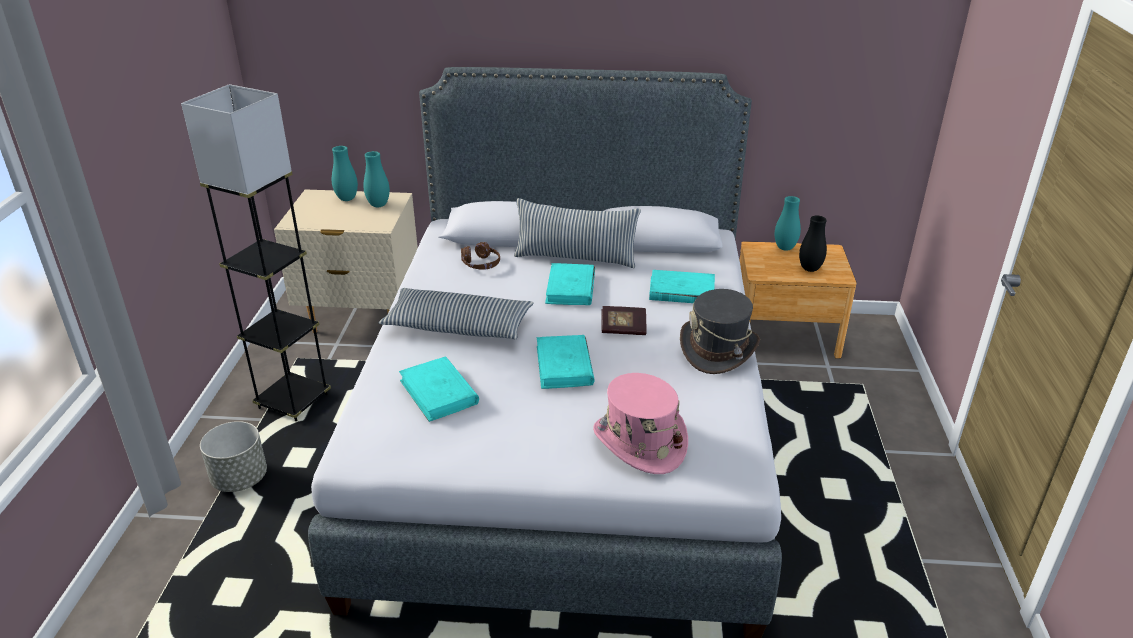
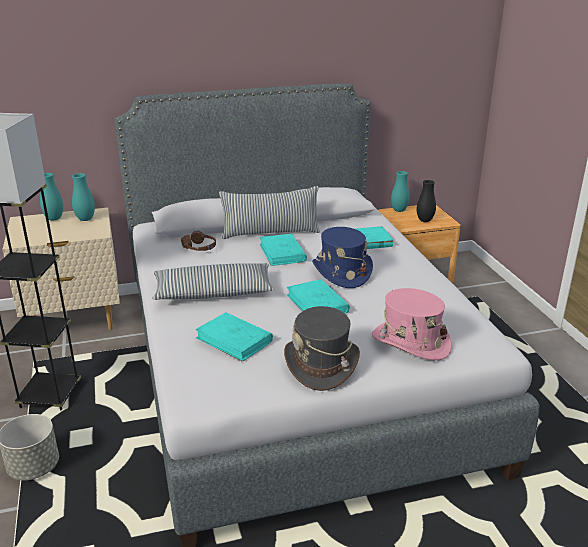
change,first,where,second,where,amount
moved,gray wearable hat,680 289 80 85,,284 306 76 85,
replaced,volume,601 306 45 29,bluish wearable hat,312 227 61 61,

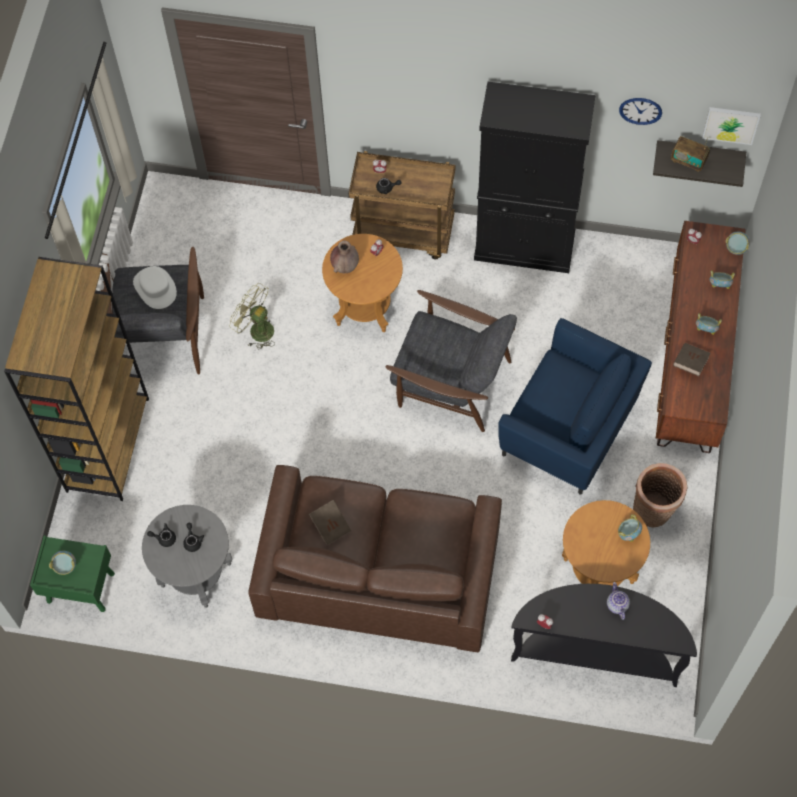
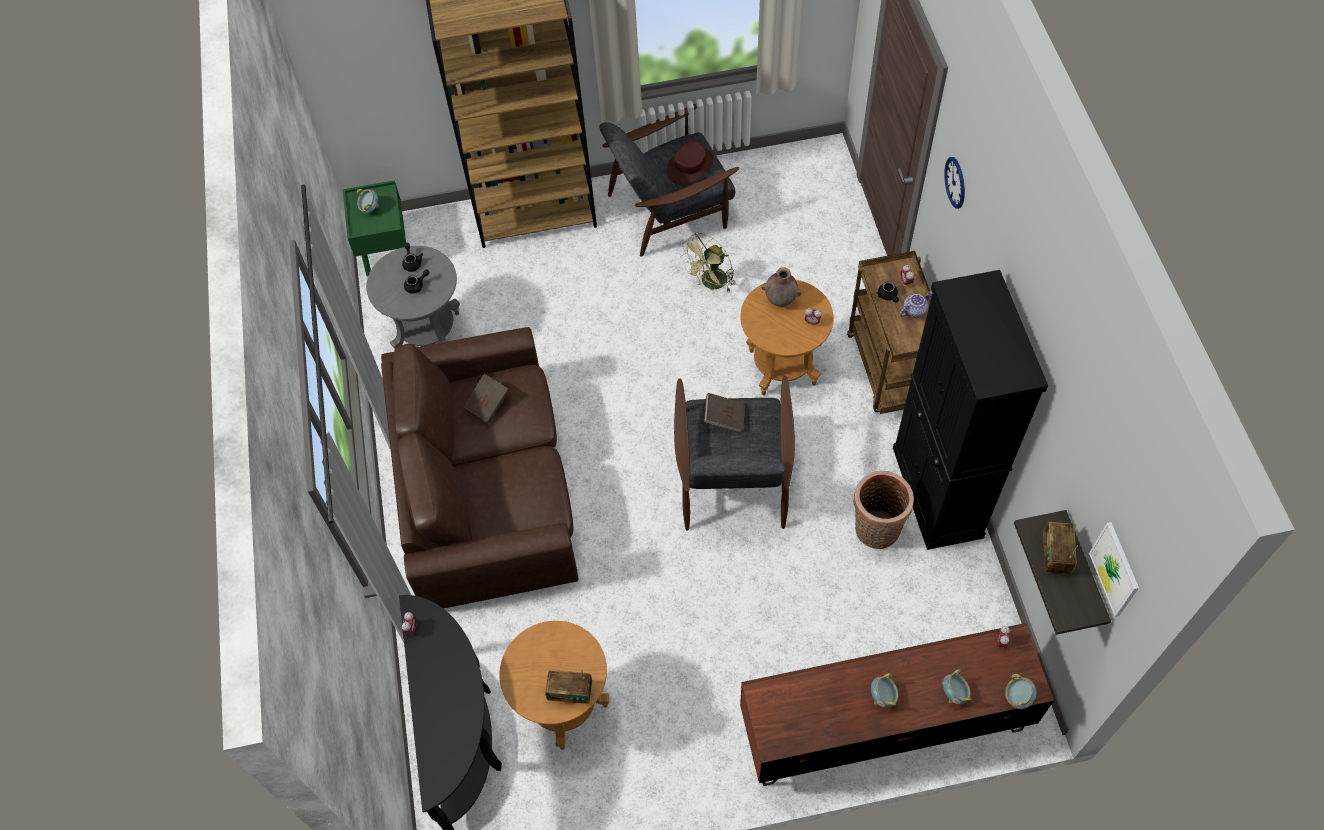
change,first,where,second,where,amount
replaced,deep dish,618 514 24 28,radio,545 669 47 35,
recoloured,white wearable hat,133 266 44 43,brownish wearable hat,667 142 47 43,
turned,green-coloured electric fan,230 283 45 66,,680 233 56 59,150 degrees counterclockwise
moved,brownish volume,673 343 37 33,,704 393 41 40,
moved,storage basket,633 463 55 64,,853 471 61 78,
moved,pot for tea,607 582 23 38,,899 291 33 27,
moved,wall clock,619 98 43 27,,944 157 21 52,
removed,bluish armchair,498 318 154 177,,,

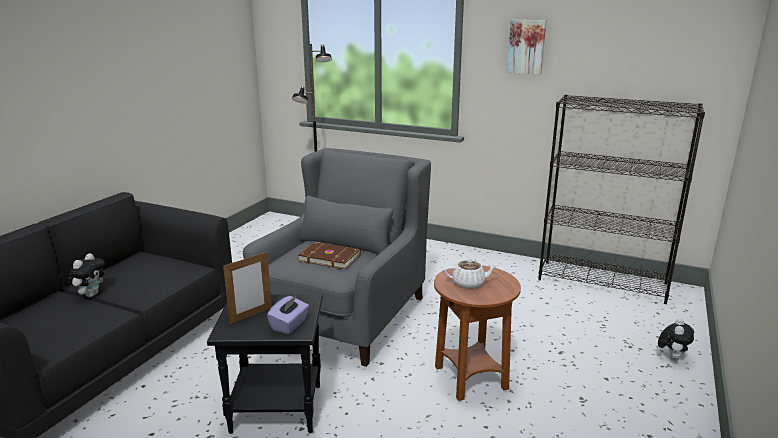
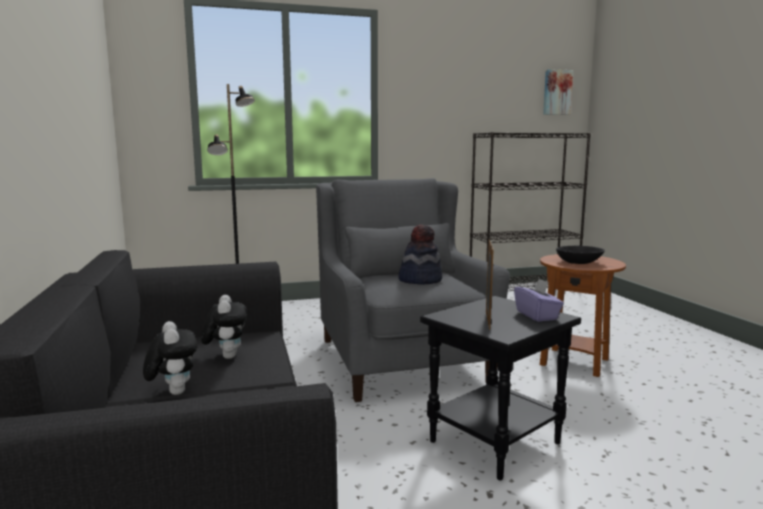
change,first,where,second,where,amount
moved,soft toy,658 318 36 43,,201 295 46 64,
replaced,brownish volume,298 242 63 27,wearable hat,398 224 44 61,
moved,picture,507 20 39 54,,543 69 30 46,
replaced,white pot for tea,444 259 54 29,blackish deep dish,556 246 49 18,

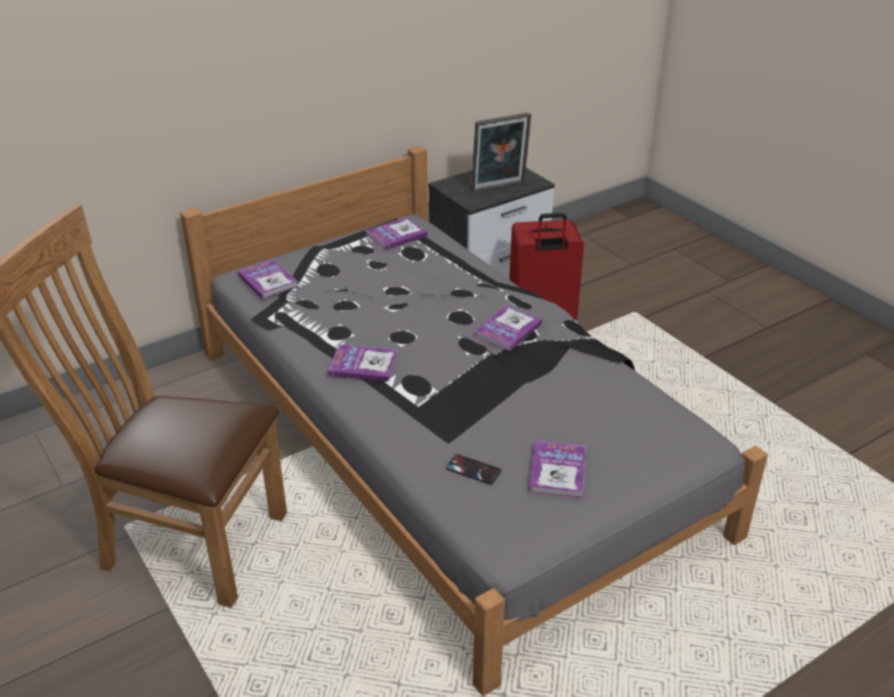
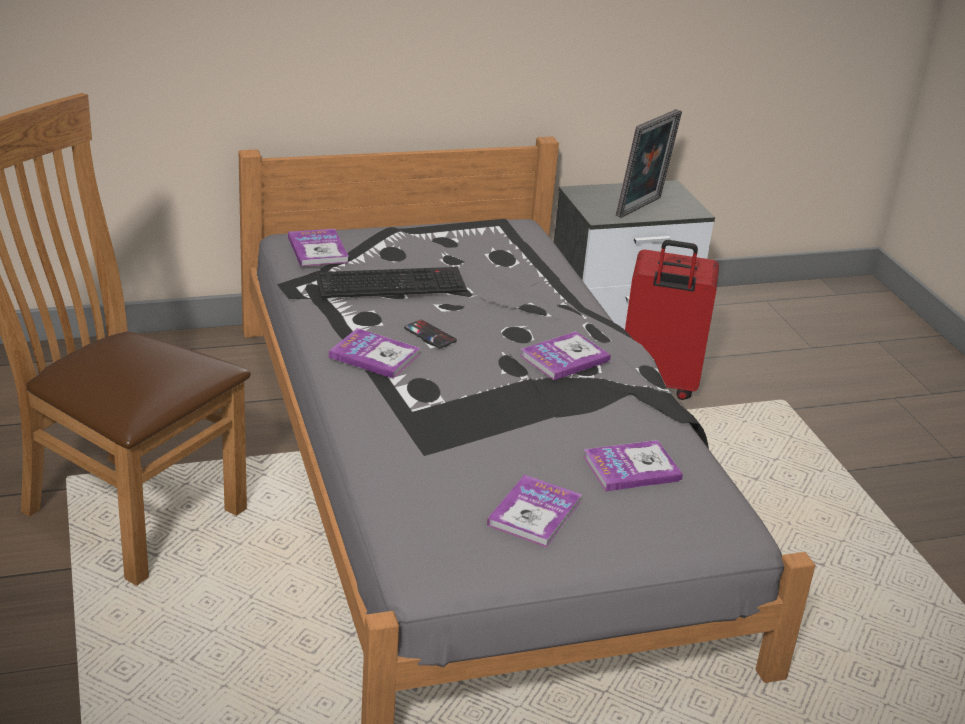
change,first,where,second,where,amount
added,,,PC keyboard,316 267 151 31,
moved,handset,446 454 55 31,,404 320 53 28,
moved,volume,366 217 61 33,,583 440 100 51,
turned,picture frame,471 112 60 81,,616 109 66 109,45 degrees counterclockwise

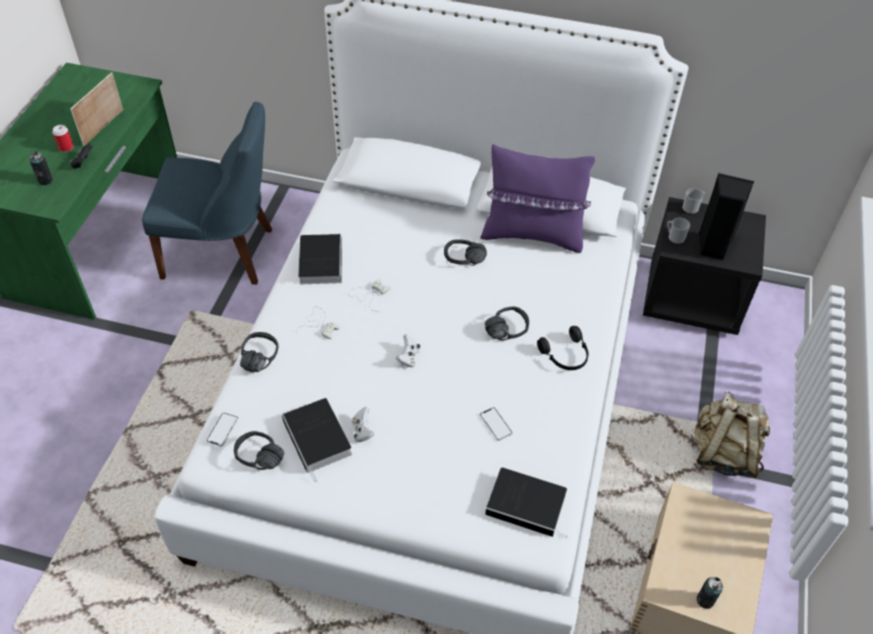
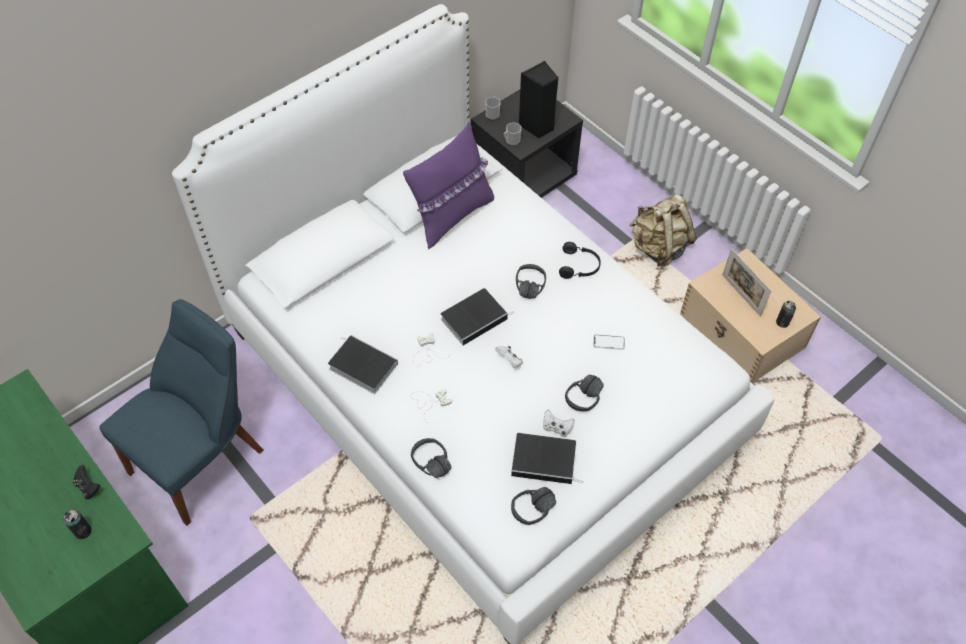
change,first,where,second,where,amount
moved,volume,485 467 83 71,,441 288 73 58,
moved,blackish headphones,444 239 43 27,,565 375 39 36,
moved,picture frame,70 72 53 74,,722 248 50 69,
removed,can,53 125 21 27,,,
removed,handset,206 413 32 34,,,

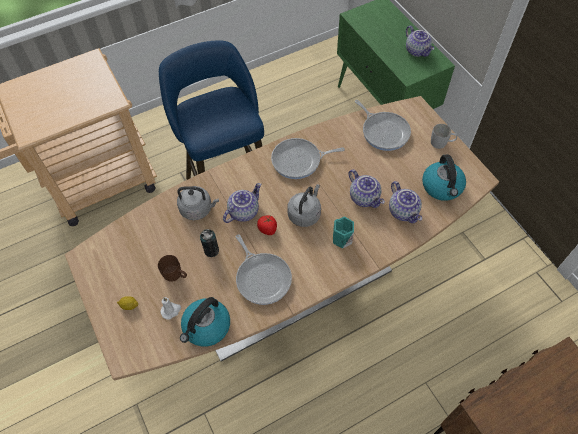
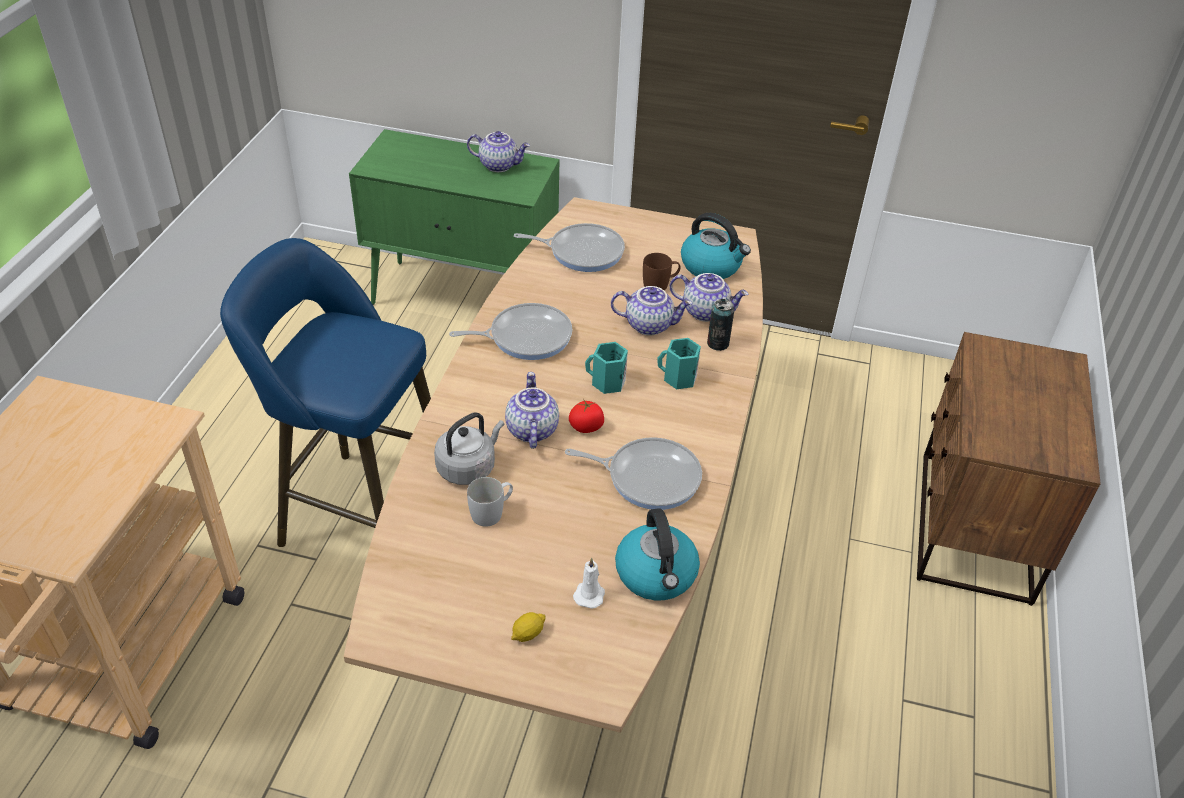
change,first,where,second,where,amount
turned,skillet,271 138 74 41,,449 303 123 57,135 degrees counterclockwise
moved,white tea mug,431 124 26 25,,467 477 46 50,
replaced,gray kettle,287 184 34 43,blue-green tea mug,585 342 43 52,
moved,brownish tea mug,158 255 29 27,,643 253 38 37,
moved,can,200 229 19 28,,707 299 27 52,

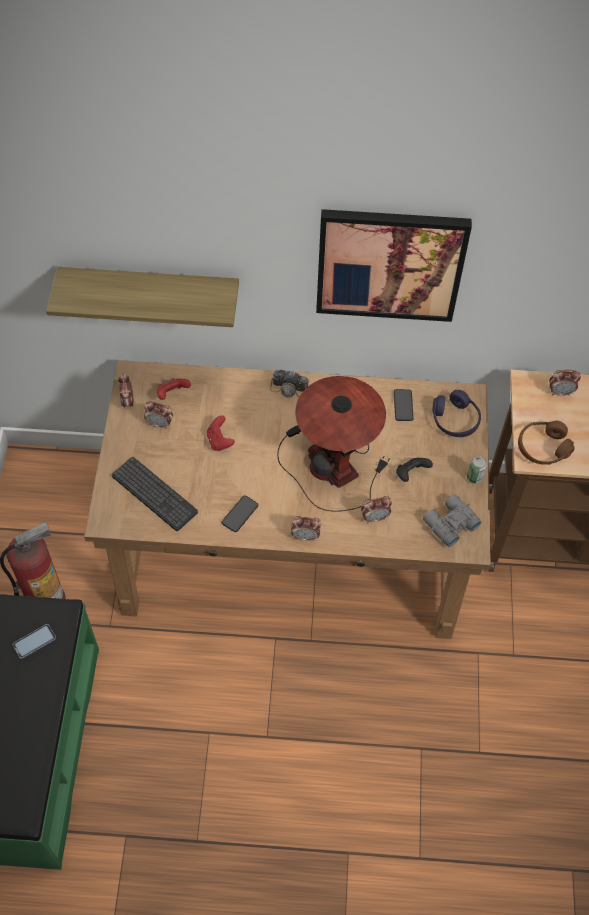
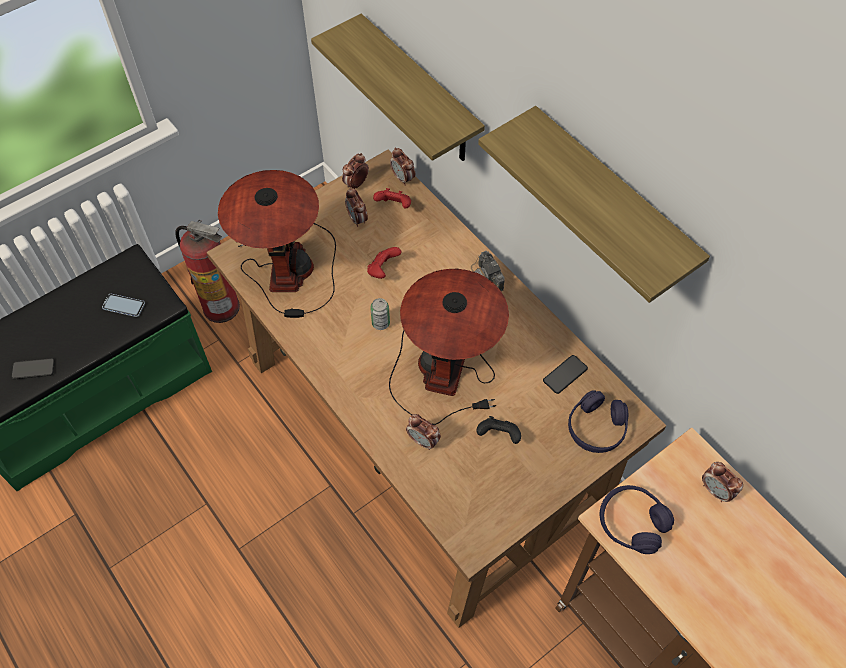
change,first,where,second,where,amount
moved,handset,221 495 37 37,,11 358 44 21,
replaced,PC keyboard,112 457 86 74,tabletop lamp,218 170 118 148,
moved,can,467 456 20 28,,370 298 20 32,
moved,bedside clock,291 516 30 25,,390 147 25 39,
replaced,picture,316 209 156 113,bracket shelf,478 106 232 197,
recoloured,brownish headphones,518 421 57 44,purple-coloured headphones,600 485 74 69,
removed,gray pair of binoculars,423 494 58 53,,,

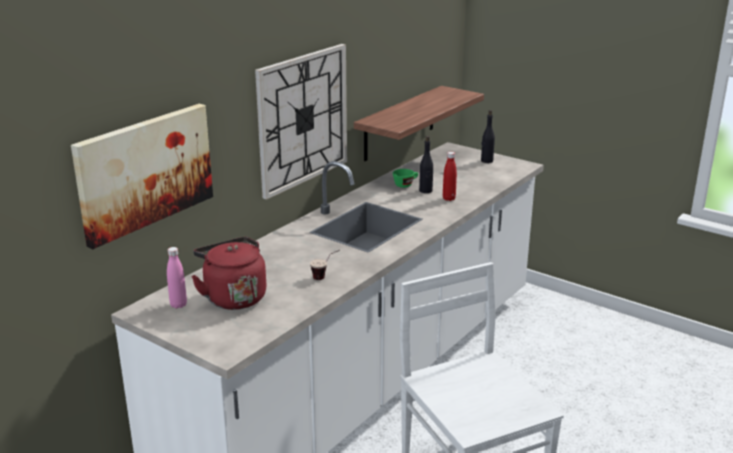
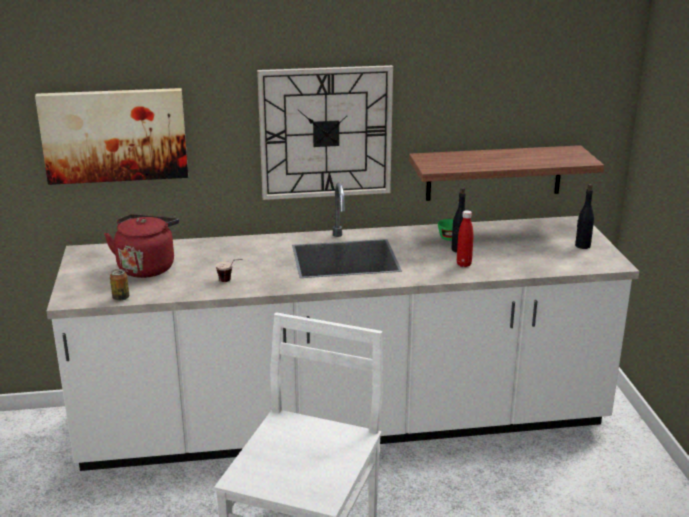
change,first,where,second,where,amount
added,,,can,110 269 19 32,
removed,pink beverage bottle,167 247 20 61,,,

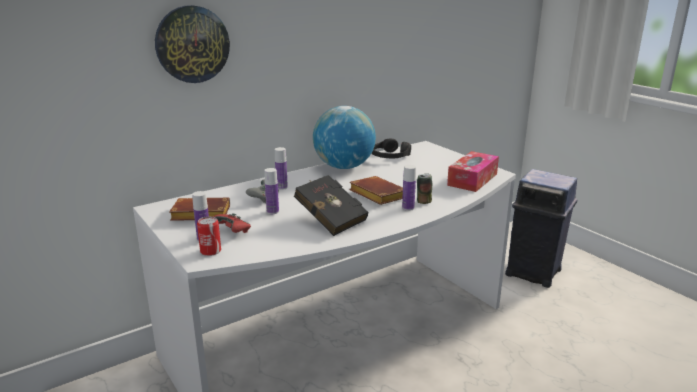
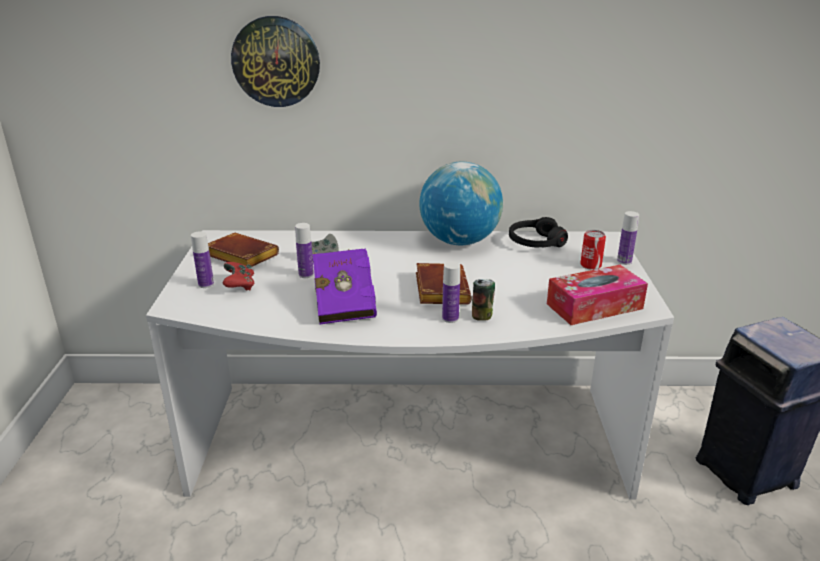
change,first,where,second,where,amount
recoloured,blackish volume,294 175 74 61,purple-coloured volume,312 248 65 76,
moved,can,197 216 24 40,,580 230 26 40,
moved,beverage bottle,275 147 13 43,,617 211 22 54,

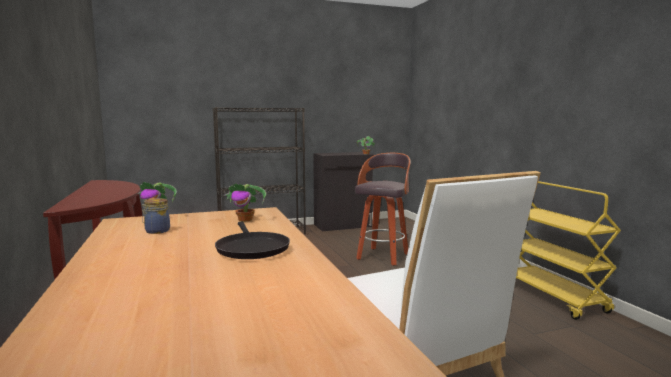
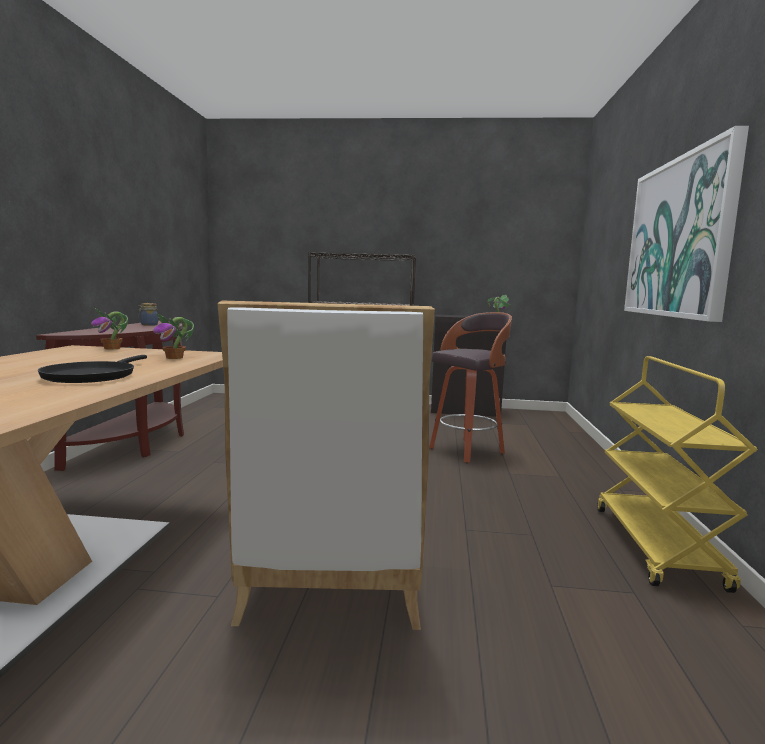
change,first,where,second,where,amount
moved,storage jar,142 198 28 36,,139 303 19 23,
added,,,picture,624 126 125 196,

